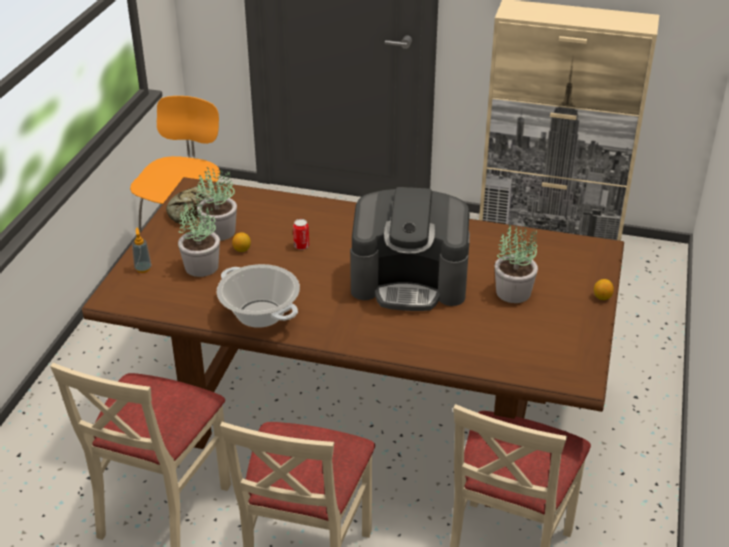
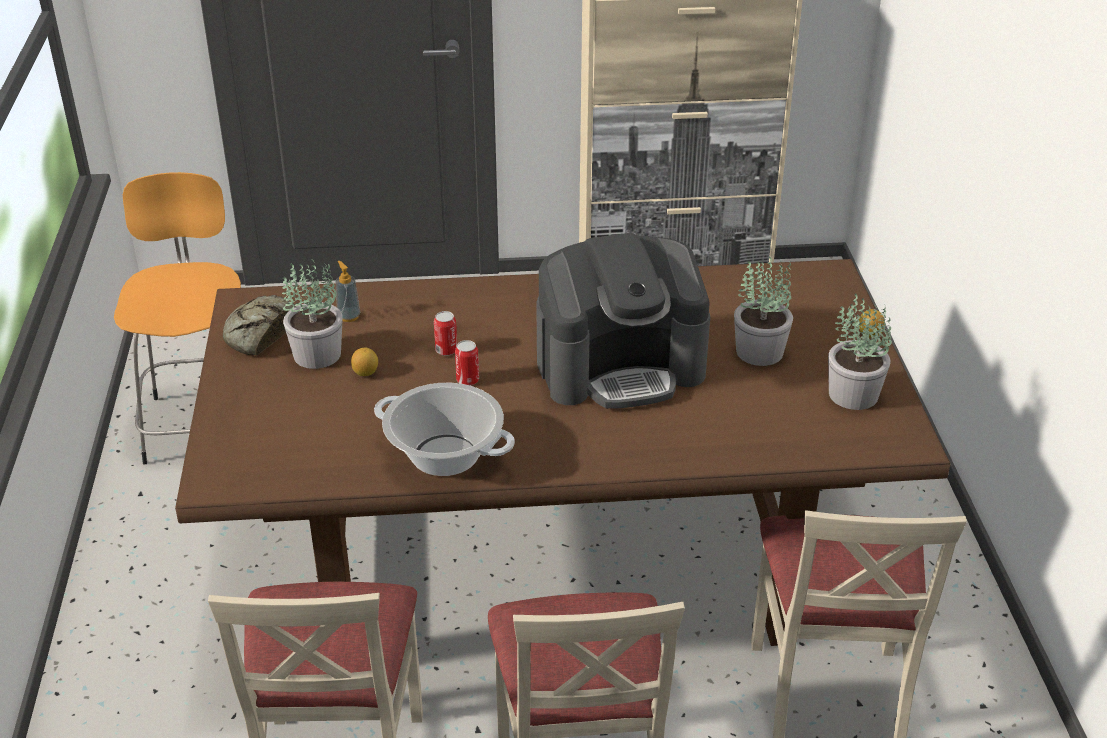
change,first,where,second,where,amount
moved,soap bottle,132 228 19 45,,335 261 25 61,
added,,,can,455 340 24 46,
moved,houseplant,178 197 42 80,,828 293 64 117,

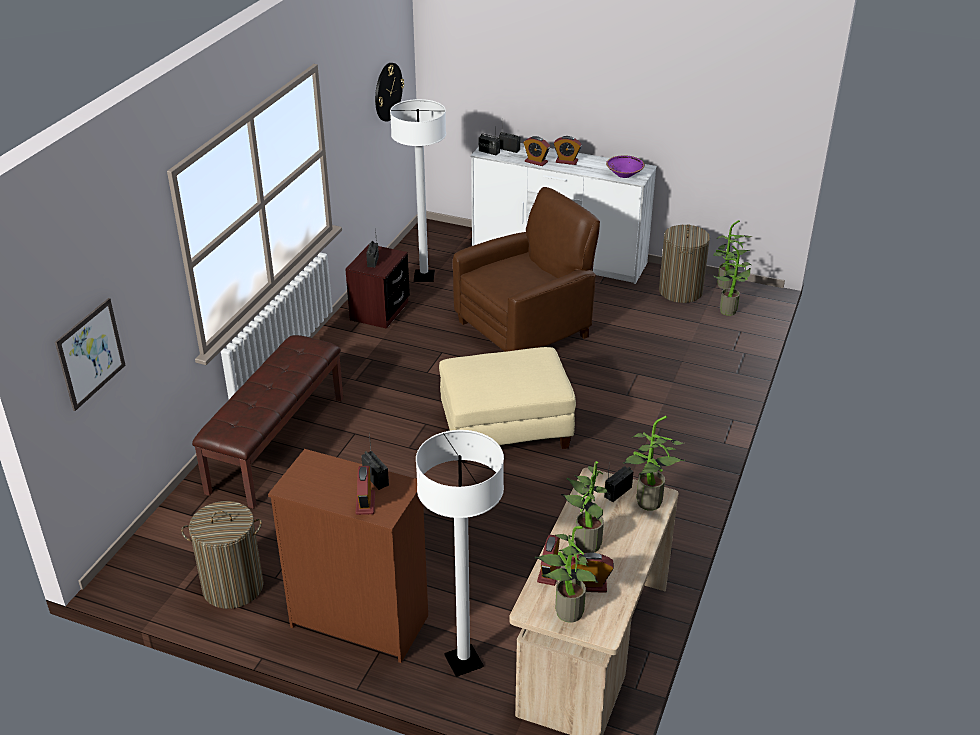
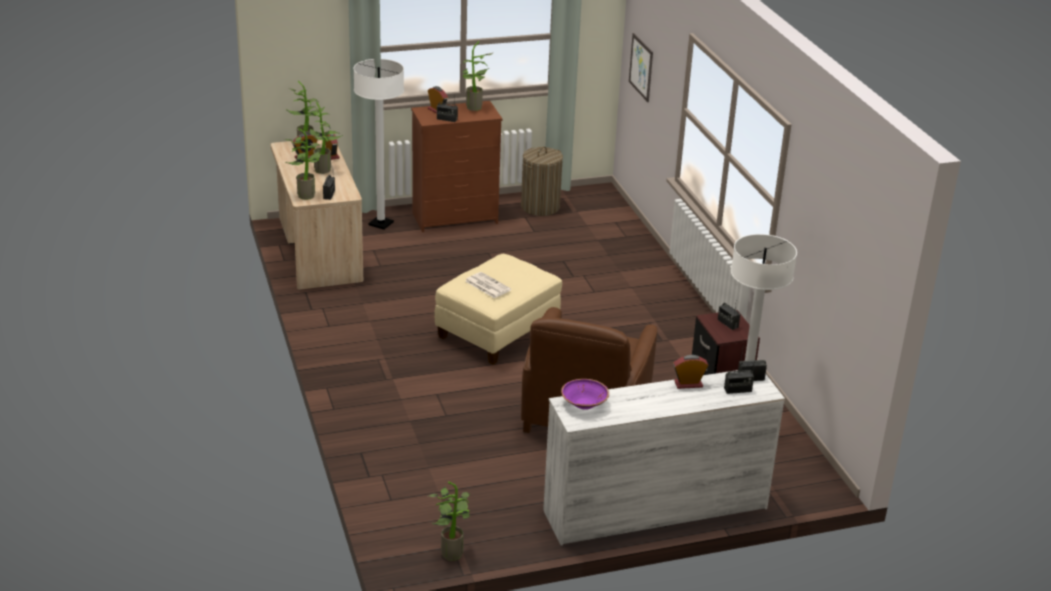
change,first,where,second,where,amount
moved,houseplant,713 246 39 70,,462 41 32 70,
added,,,printed paper,465 272 46 26,
removed,brownish indoor bench,192 335 151 174,,,
removed,wall clock,375 63 29 58,,,
removed,bedside clock,554 136 28 29,,,
removed,hamper,659 225 51 78,,,

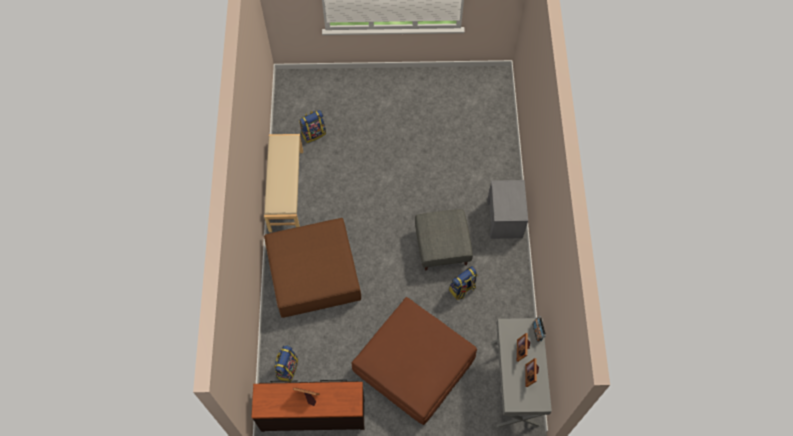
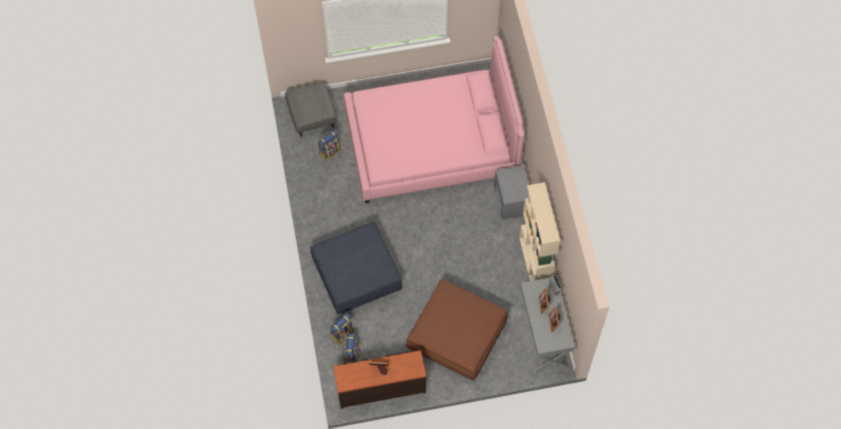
change,first,where,second,where,amount
moved,gray ottoman,415 209 58 61,,285 82 52 55,
recoloured,brownish ottoman,264 218 97 100,bluish ottoman,310 222 92 92,
moved,rucksack,449 266 28 34,,330 313 23 31,
added,,,pink bed,344 36 180 167,
added,,,beige bookshelf,519 182 41 99,
removed,beige indoor bench,264 134 39 98,,,

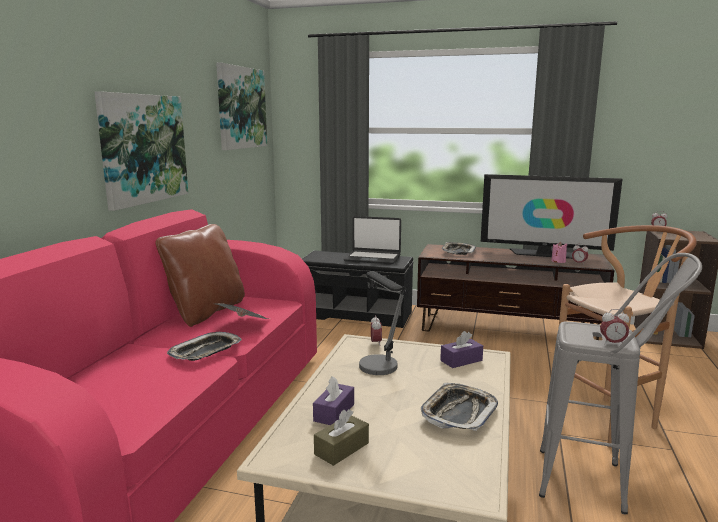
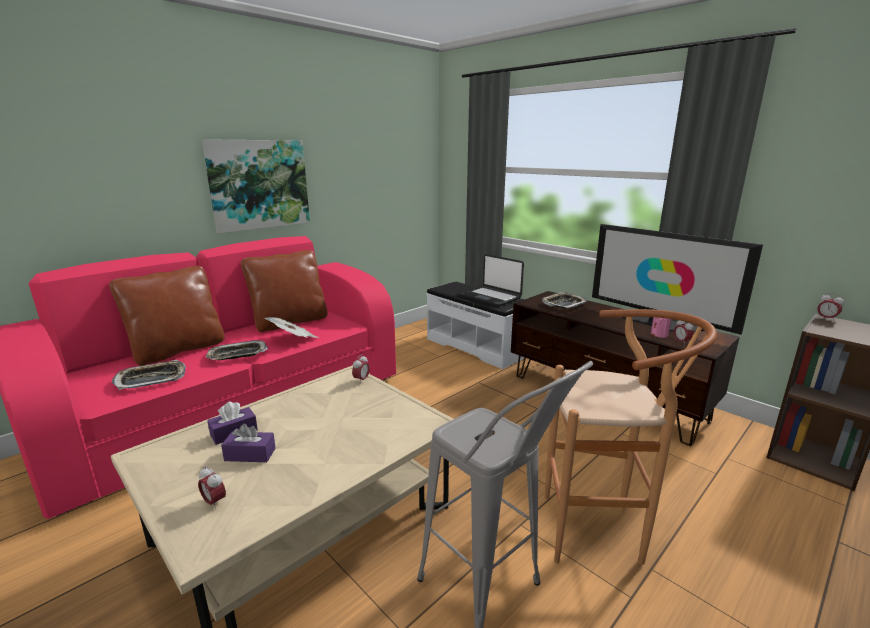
change,first,where,second,where,amount
added,,,brownish cushion,109 266 116 100,
moved,tray,421 383 77 48,,112 360 74 30,
moved,bedside clock,600 309 29 36,,198 466 28 44,
moved,purple-coloured box of tissues,440 331 43 37,,221 423 55 39,
recoloured,blackish indoor bench,302 251 111 77,white indoor bench,426 281 99 88,
removed,picture,216 63 51 87,,,
removed,brownish box of tissues,314 409 55 57,,,
removed,tabletop lamp,359 271 48 104,,,

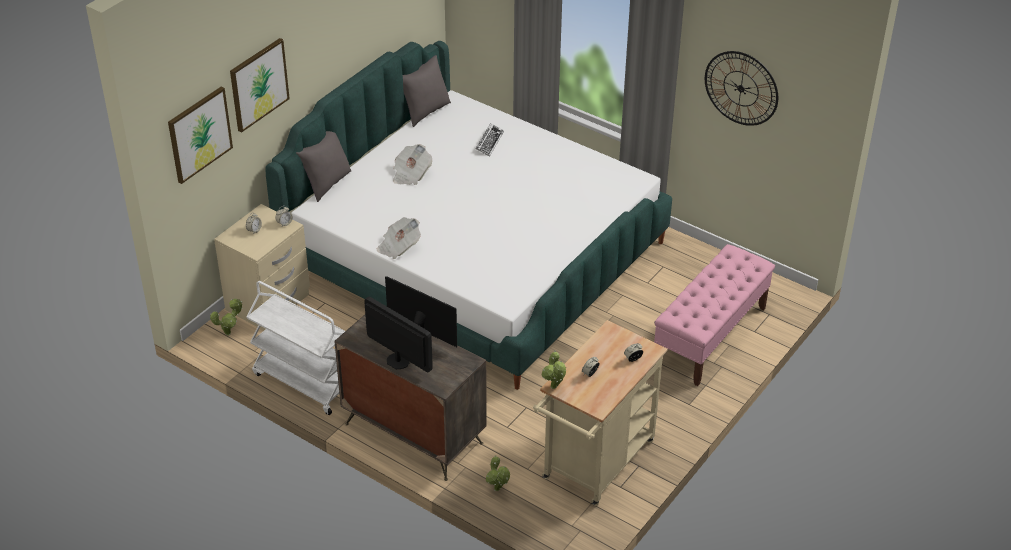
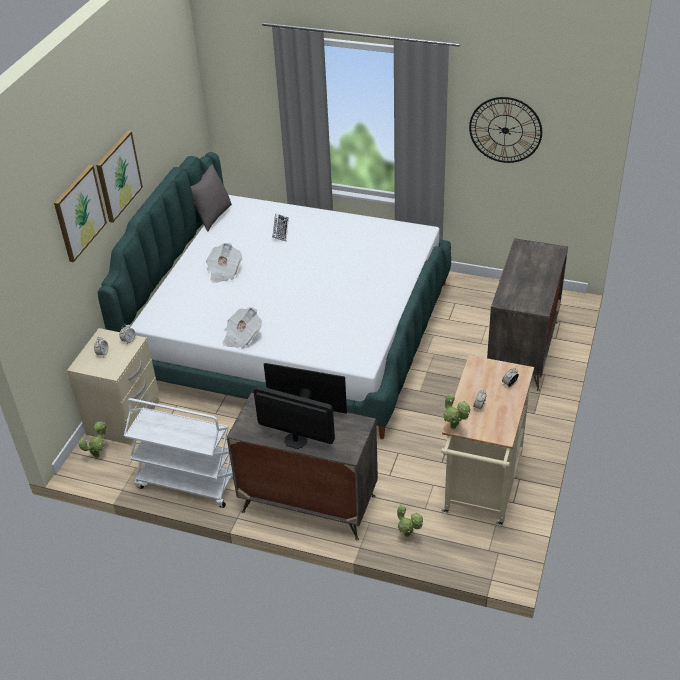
change,first,where,second,where,amount
moved,picture,168 87 65 97,,96 131 47 92,
replaced,pink indoor bench,654 244 121 142,chest of drawers,487 238 81 153,
removed,gray cushion,296 131 55 71,,,

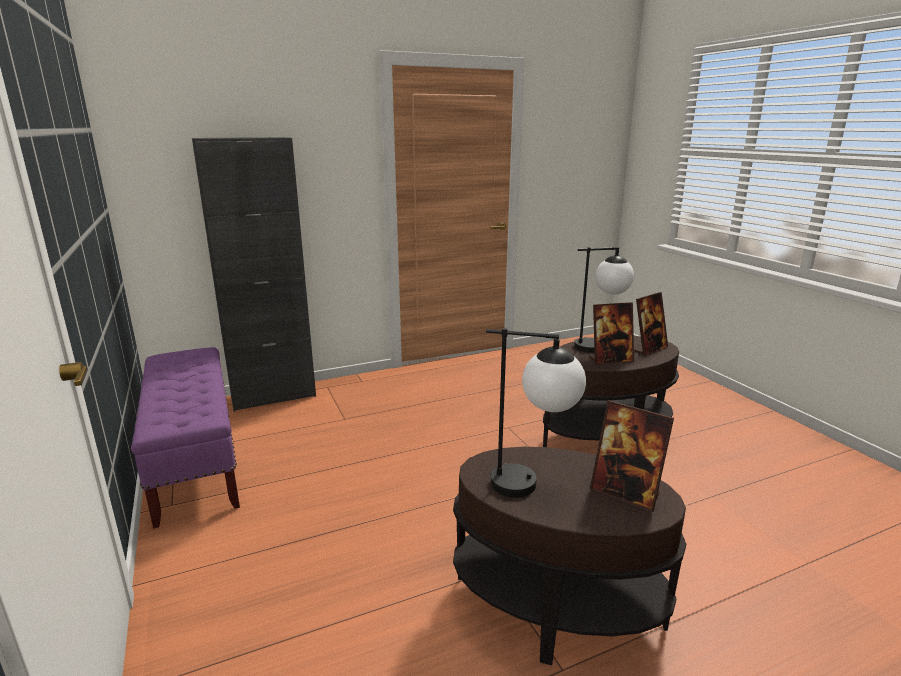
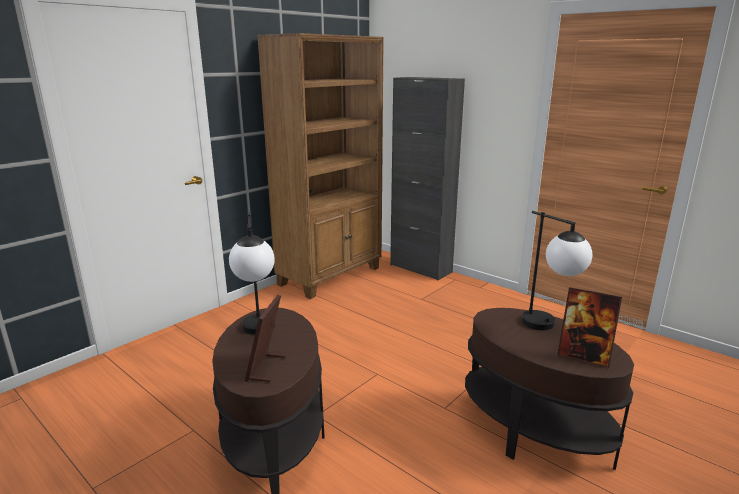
change,first,where,second,where,amount
replaced,purple-coloured indoor bench,131 347 109 182,brownish bookshelf,257 33 127 266,
removed,picture frame,589 302 45 63,,,

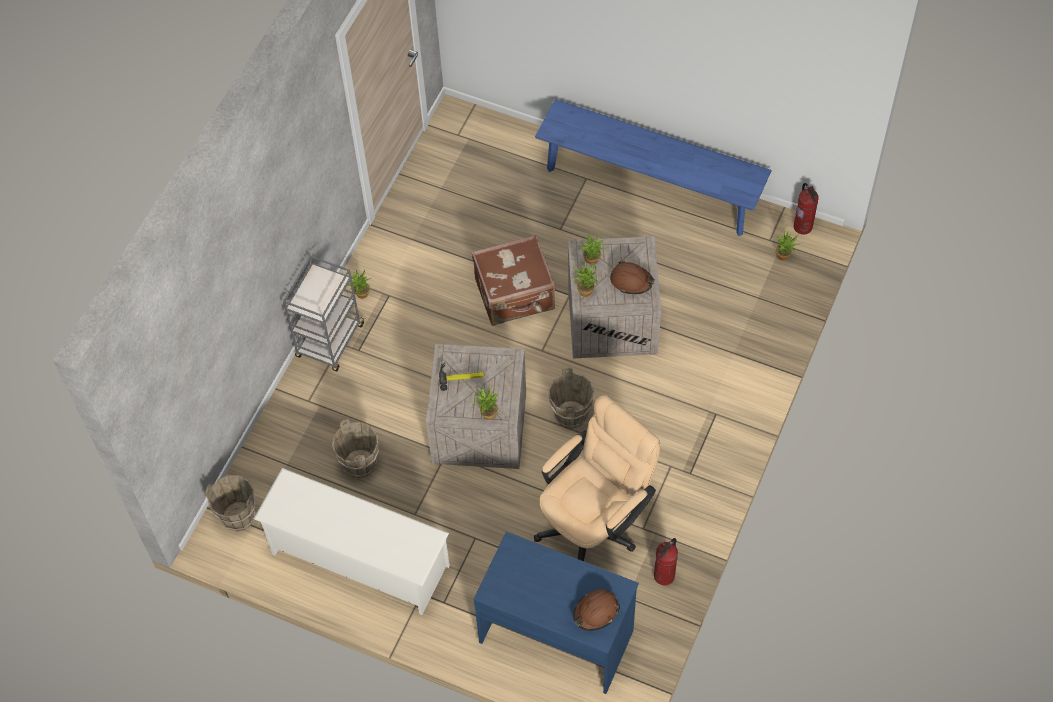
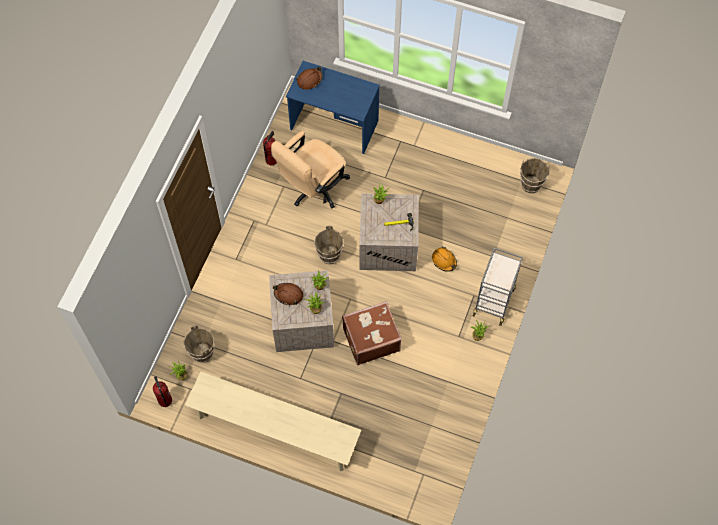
change,first,where,second,where,amount
moved,brownish water bucket,332 418 47 60,,184 325 31 38,
recoloured,bluish indoor bench,535 99 237 137,beige indoor bench,185 371 176 100,
added,,,orange-coloured hard hat,432 247 25 25,
removed,white shoe stand,254 468 196 147,,,

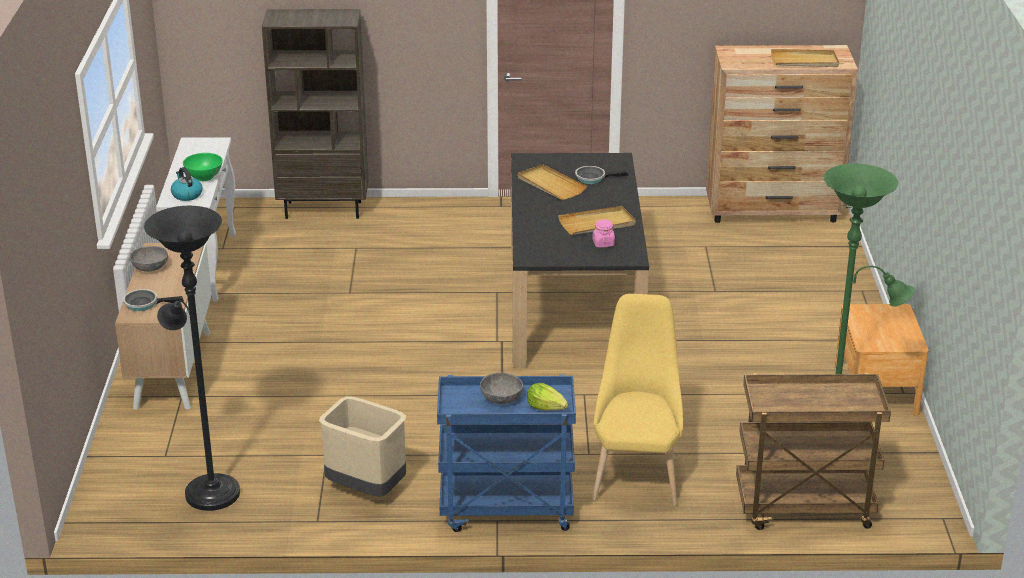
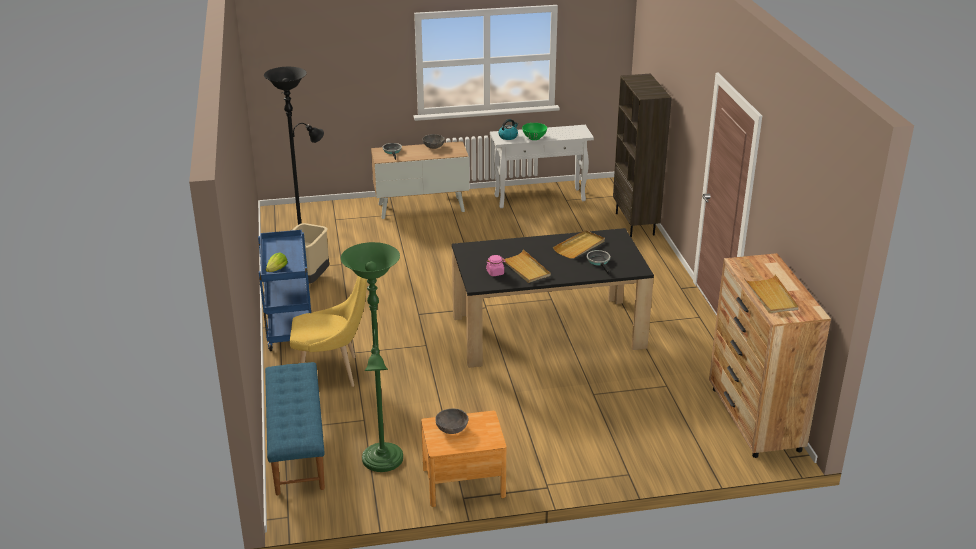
change,first,where,second,where,amount
replaced,brownish trolley,736 373 155 157,bluish indoor bench,265 362 60 133,
moved,gray deep dish,480 373 43 31,,435 409 34 25,

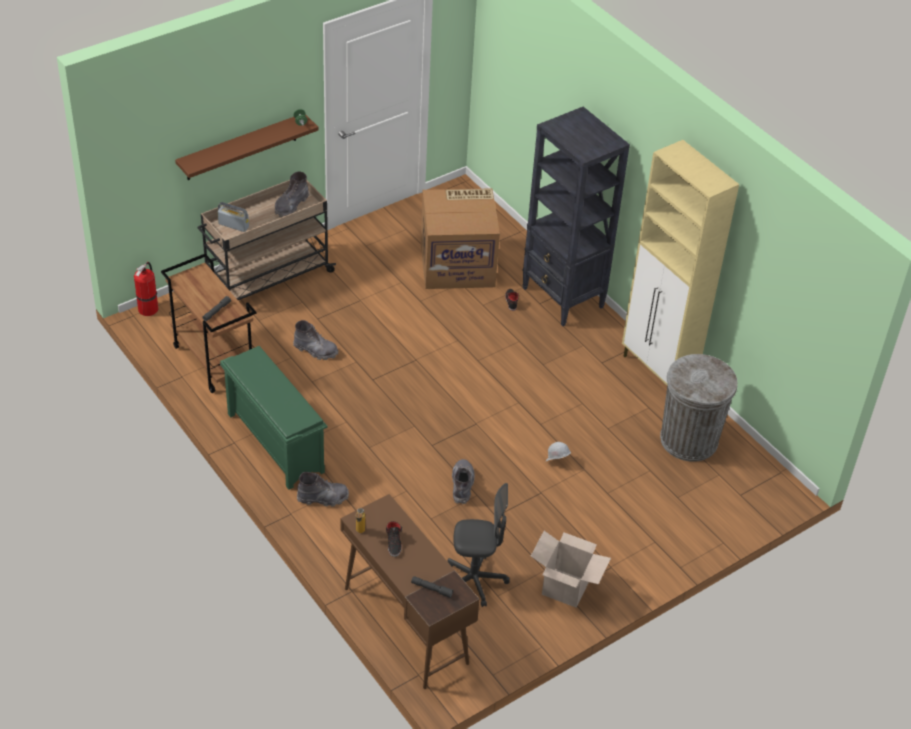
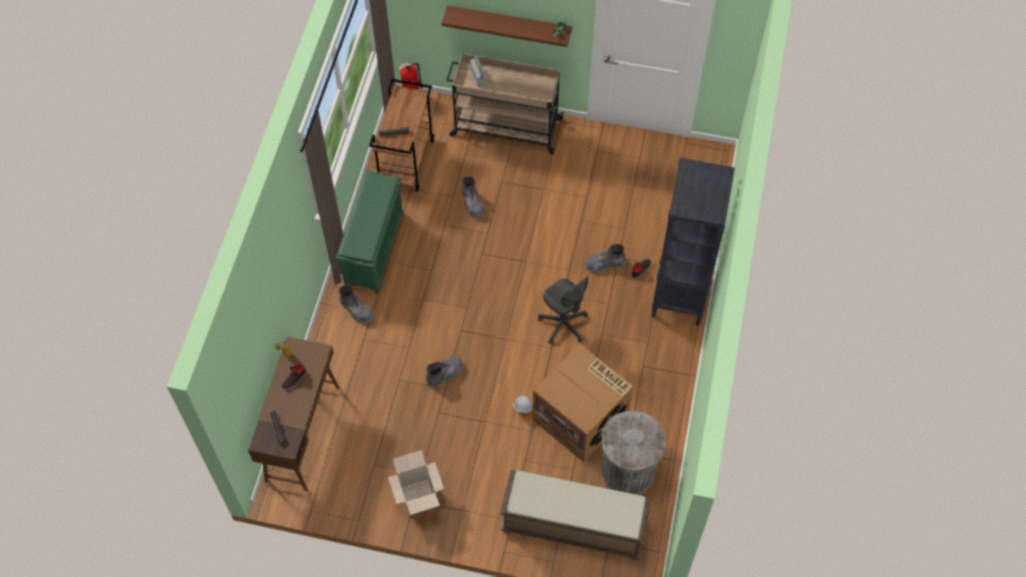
change,first,where,second,where,amount
added,,,brownish indoor bench,500 470 151 90,
moved,packing box,421 188 79 101,,532 344 101 118,
moved,gray desk chair,447 483 63 124,,538 275 51 69,
moved,gray high-top boot,275 172 34 45,,585 244 41 29,
removed,beige cabinet,622 140 117 245,,,

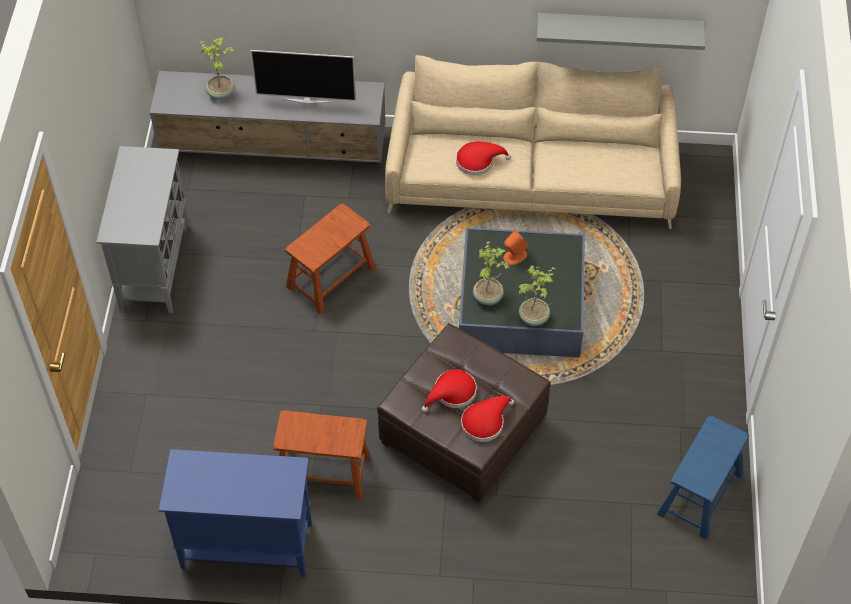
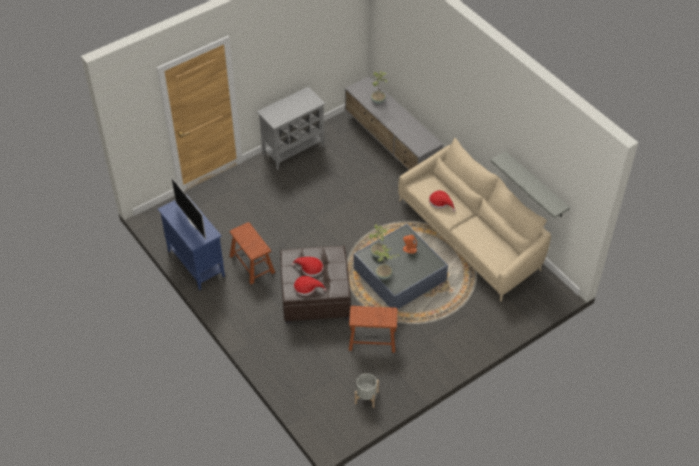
change,first,where,second,where,amount
moved,TV,250 50 106 54,,171 177 35 62,
moved,brownish sitting stool,285 204 91 111,,349 306 49 47,
replaced,bluish sitting stool,657 416 92 124,gray flower pot,355 373 24 35,

